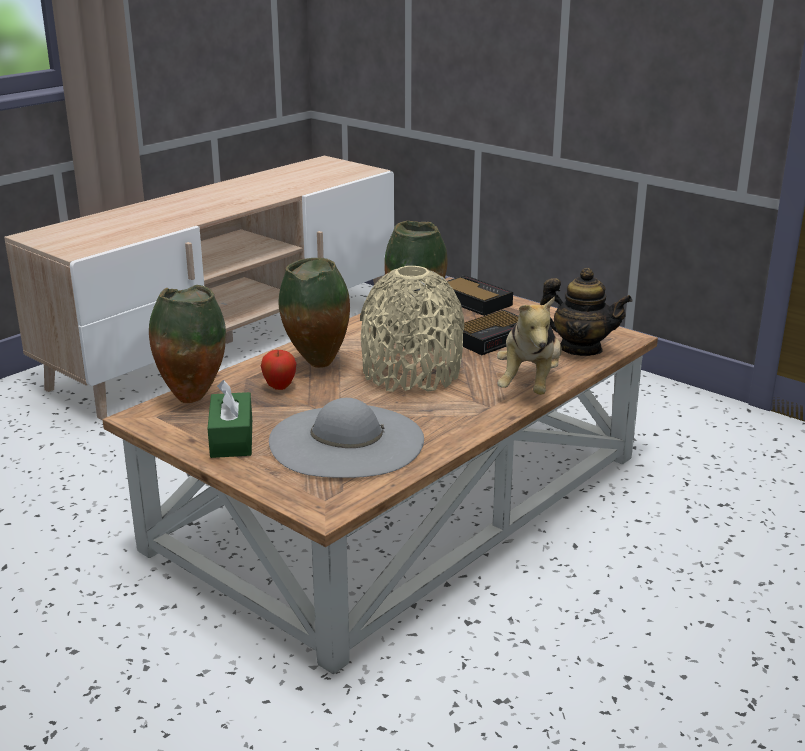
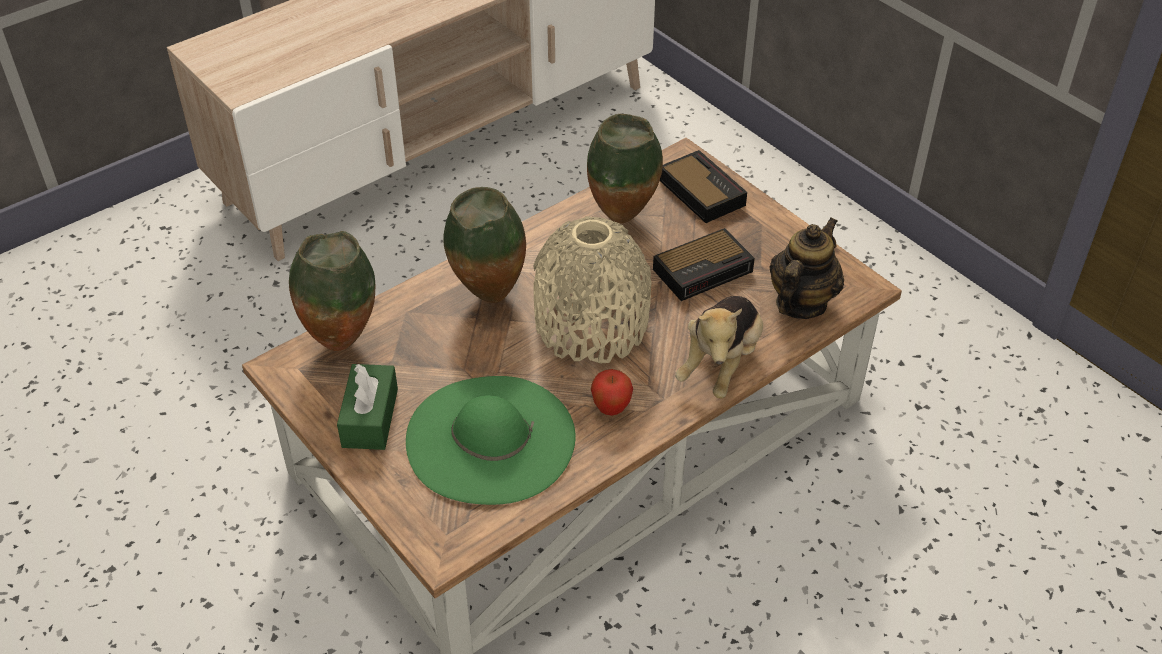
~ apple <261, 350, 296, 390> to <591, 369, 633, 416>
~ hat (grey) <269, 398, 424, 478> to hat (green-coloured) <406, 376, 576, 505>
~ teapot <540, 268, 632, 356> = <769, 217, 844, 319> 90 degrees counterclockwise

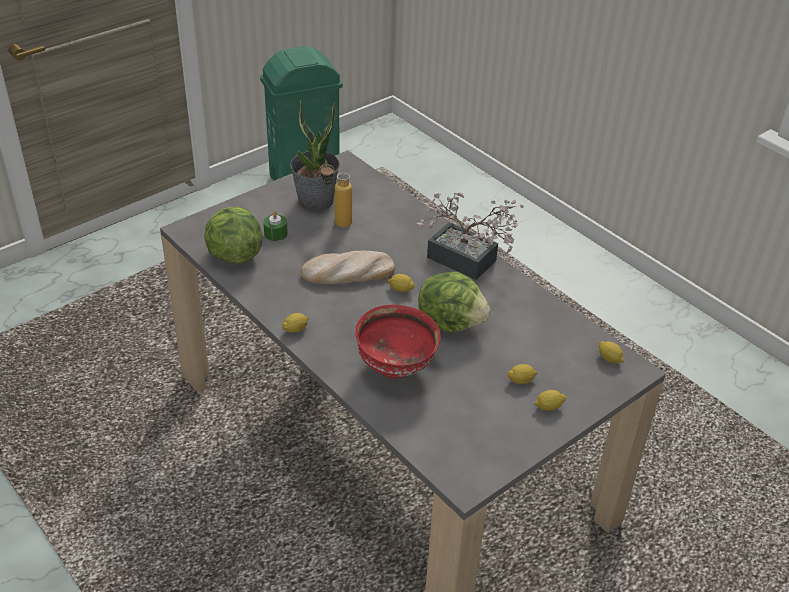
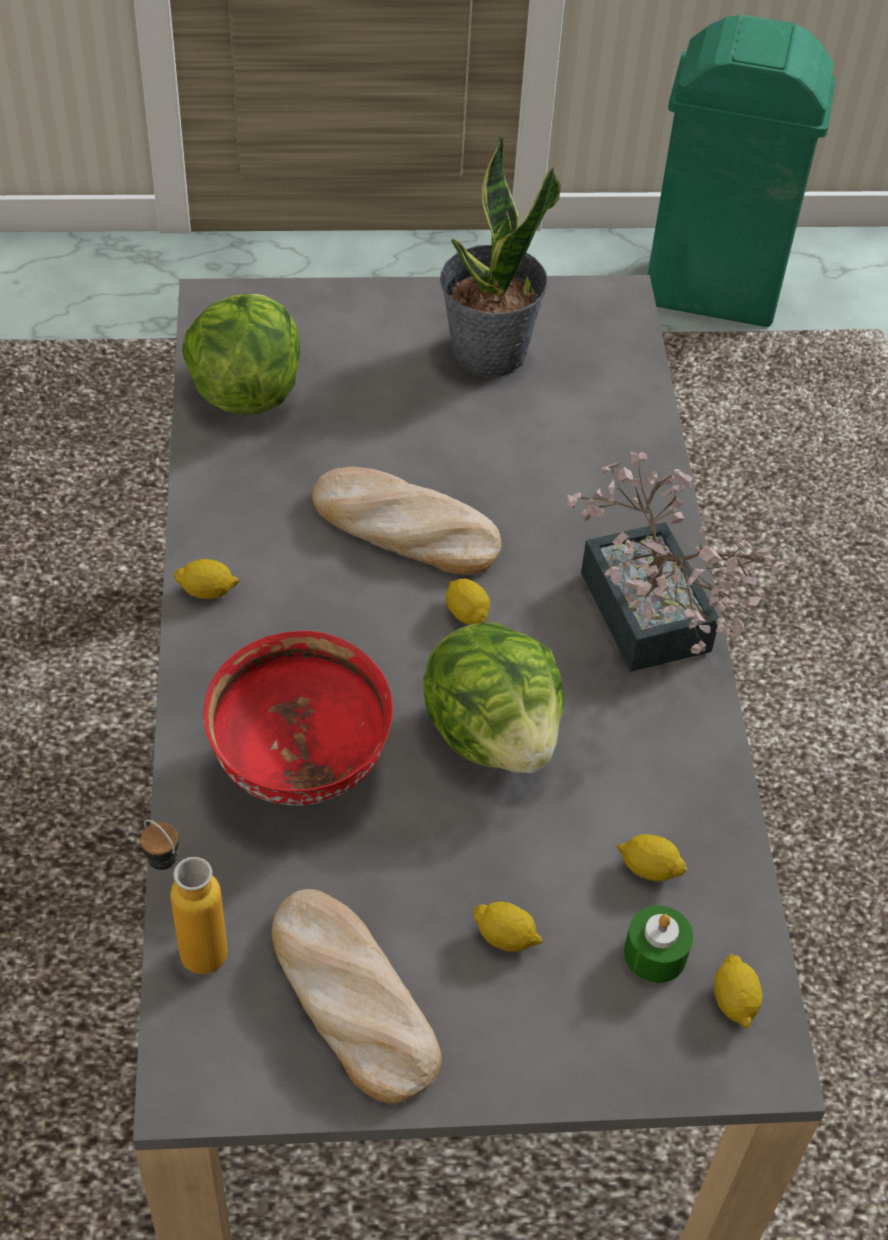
~ wax light (green-coloured) <263, 211, 288, 241> to <624, 906, 693, 983>
~ bottle <320, 164, 352, 228> to <141, 819, 228, 974>
~ whole lemon <534, 390, 567, 411> to <617, 834, 688, 881>
+ bread <272, 889, 442, 1104>

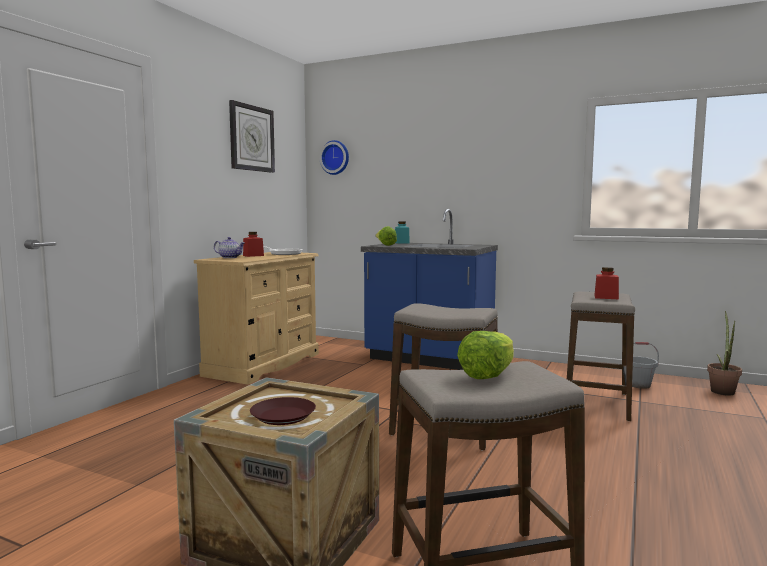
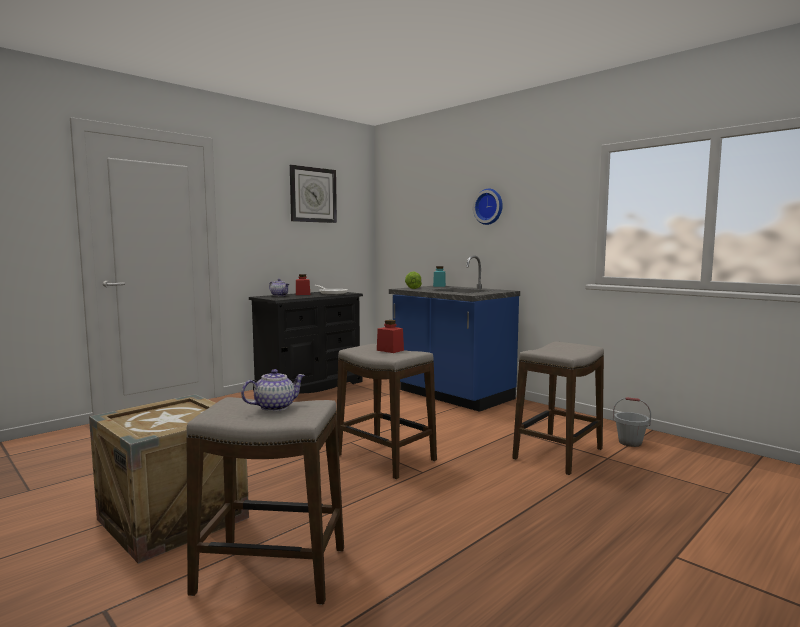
~ dresser (sand-coloured) <194, 252, 319, 385> to dresser (black) <249, 292, 363, 394>
- flat dish (brown) <250, 397, 316, 425>
~ wall clock <319, 140, 349, 175> to <473, 189, 503, 225>
~ head of lettuce <457, 331, 514, 379> to teapot <241, 369, 305, 411>
~ jar (red) <594, 267, 619, 299> to <377, 320, 404, 353>
- houseplant <707, 311, 742, 396>

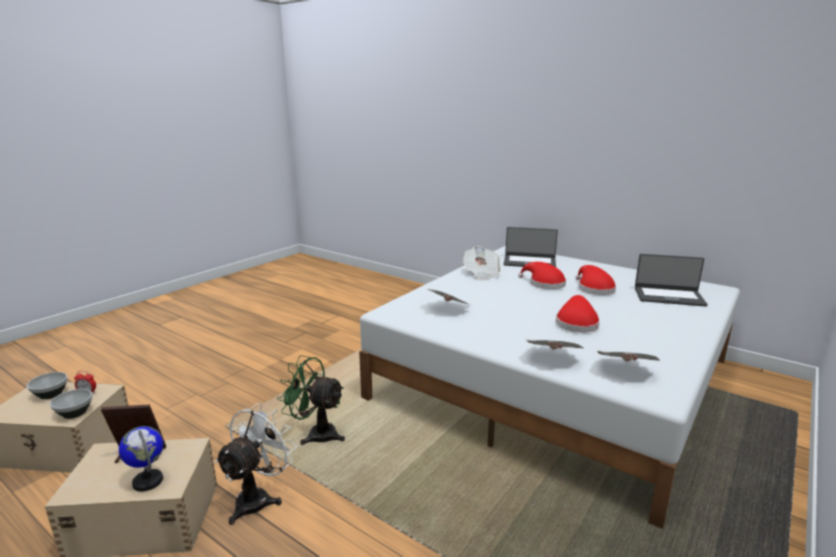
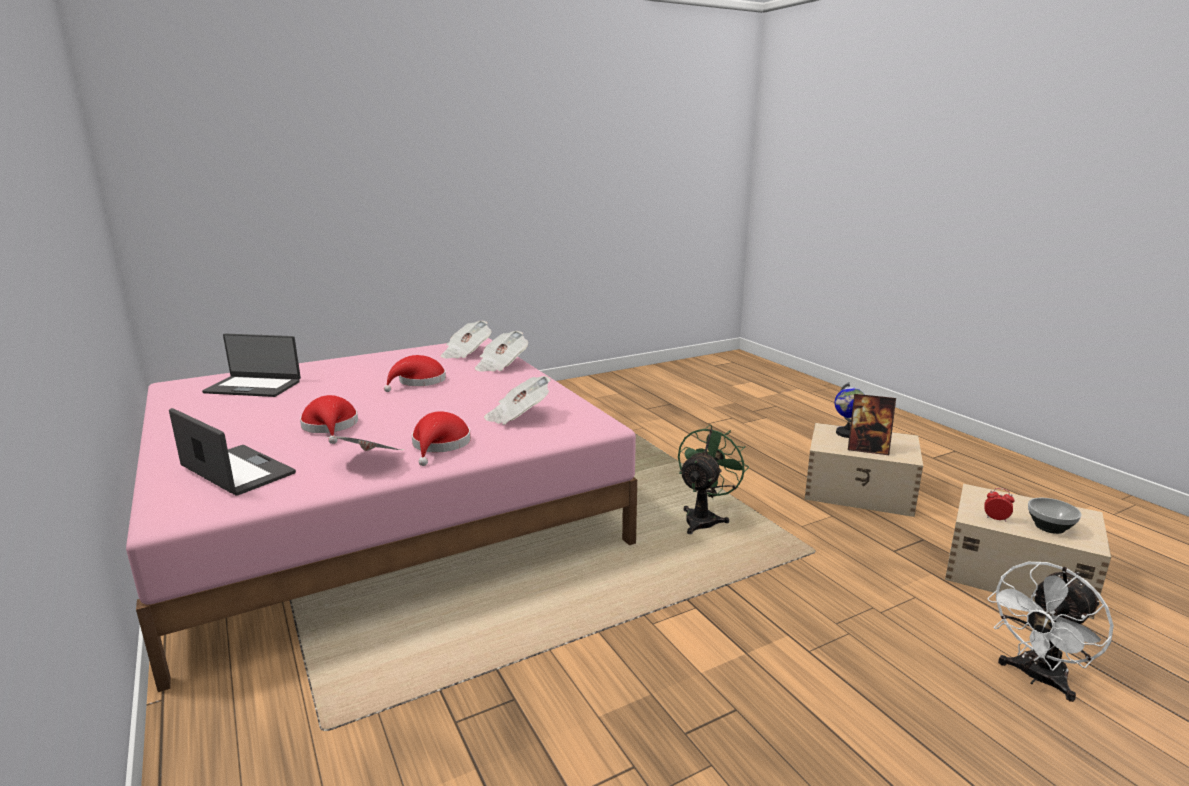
- bowl <50, 389, 92, 419>
~ cooling fan (whitish) <215, 403, 297, 525> to <987, 562, 1114, 702>
~ cooling fan (green-coloured) <277, 355, 345, 445> = <678, 424, 749, 534> 105 degrees counterclockwise
~ bed (whitish) <359, 246, 740, 529> to bed (pink) <126, 338, 637, 692>
~ hat (red) <575, 265, 616, 295> to <412, 411, 471, 466>
~ laptop <635, 254, 708, 306> = <202, 334, 301, 397> 150 degrees clockwise

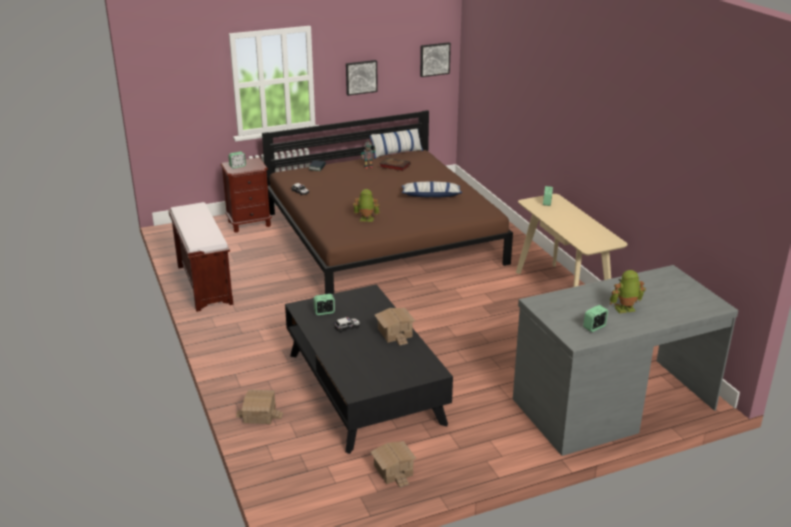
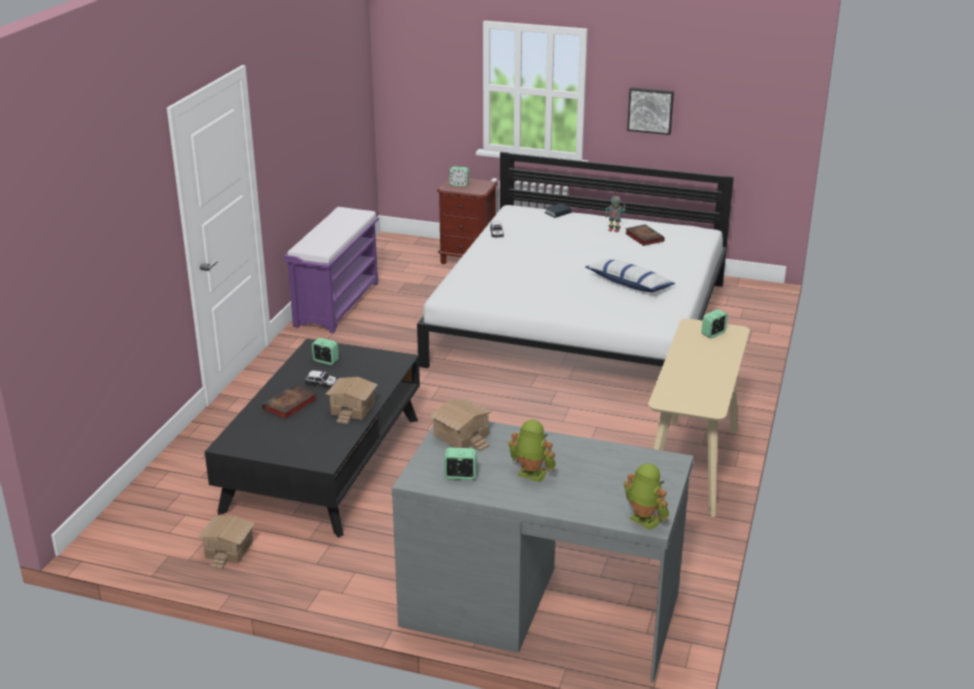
~ bench (brown) <168, 202, 233, 312> to bench (purple) <284, 207, 379, 333>
~ model house <236, 390, 283, 424> to <430, 398, 492, 451>
~ bed (brown) <262, 110, 513, 294> to bed (whitish) <417, 152, 734, 368>
~ model robot <353, 189, 379, 222> to <624, 463, 669, 530>
- cushion <370, 129, 423, 159>
- picture <420, 42, 451, 77>
+ bound book <262, 385, 317, 420>

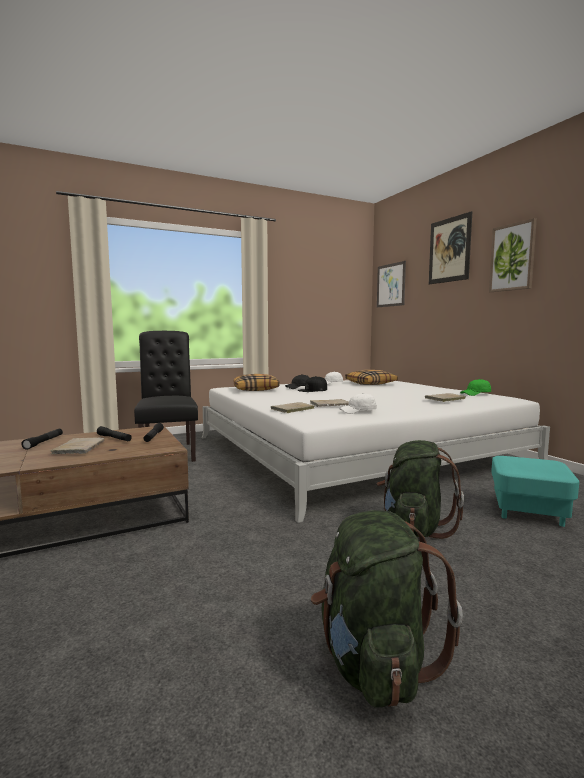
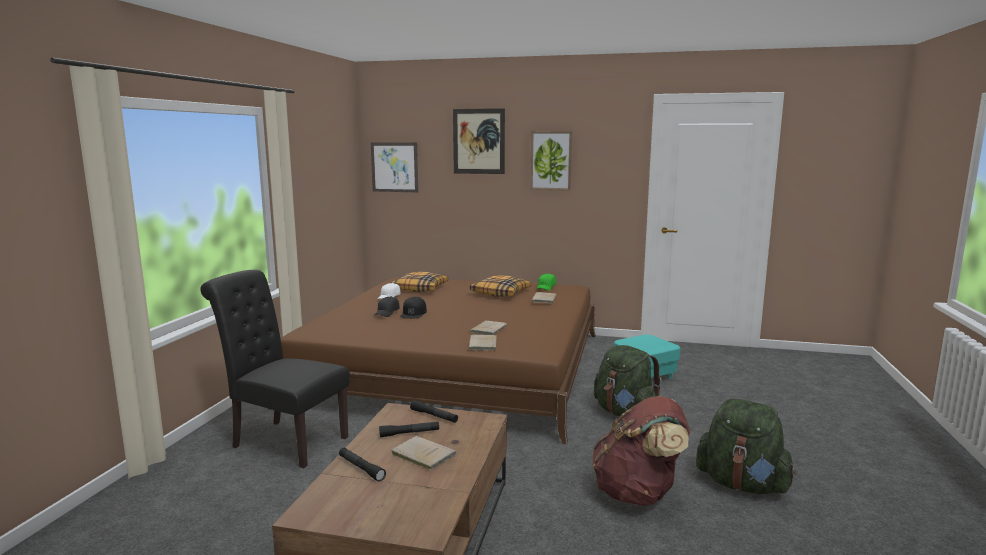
~ bed (whitish) <202, 380, 550, 523> to bed (brown) <267, 278, 596, 444>
~ cushion <234, 374, 280, 391> to <470, 275, 531, 297>
- peaked cap (whitish) <339, 393, 377, 414>
+ backpack (brown) <592, 396, 690, 506>

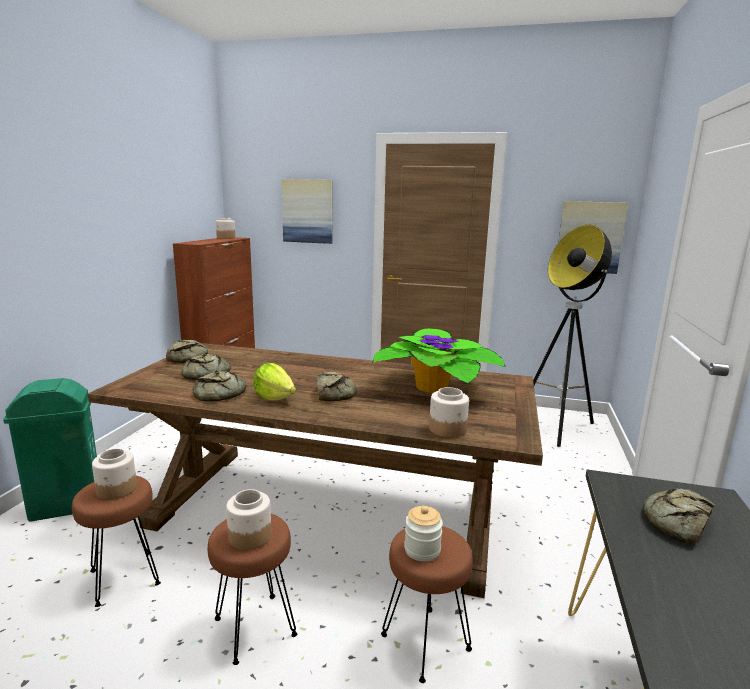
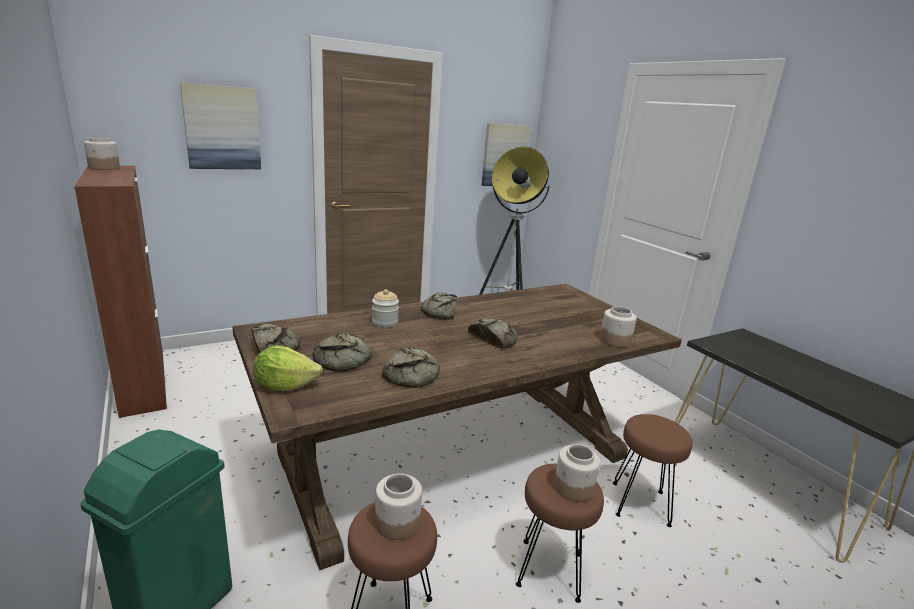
~ head of lettuce <254, 363, 296, 401> to <253, 345, 323, 391>
- houseplant <372, 328, 506, 393>
~ jar <404, 506, 443, 562> to <372, 289, 399, 328>
~ bread <643, 488, 715, 545> to <421, 292, 457, 320>

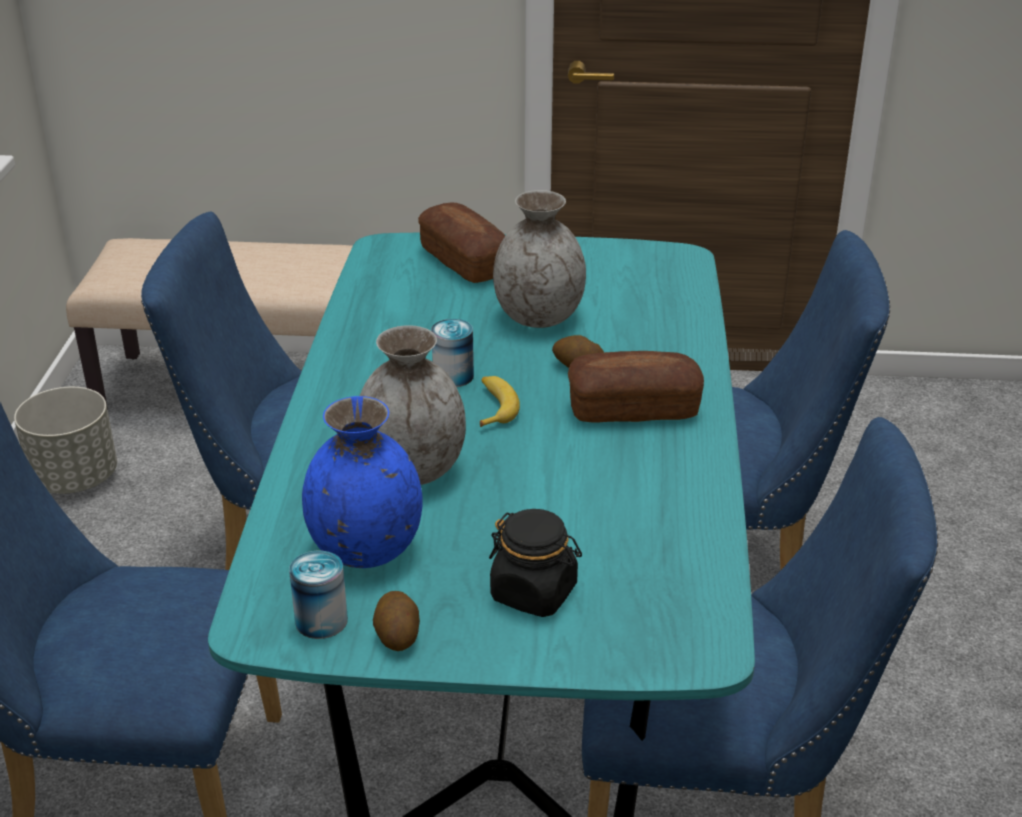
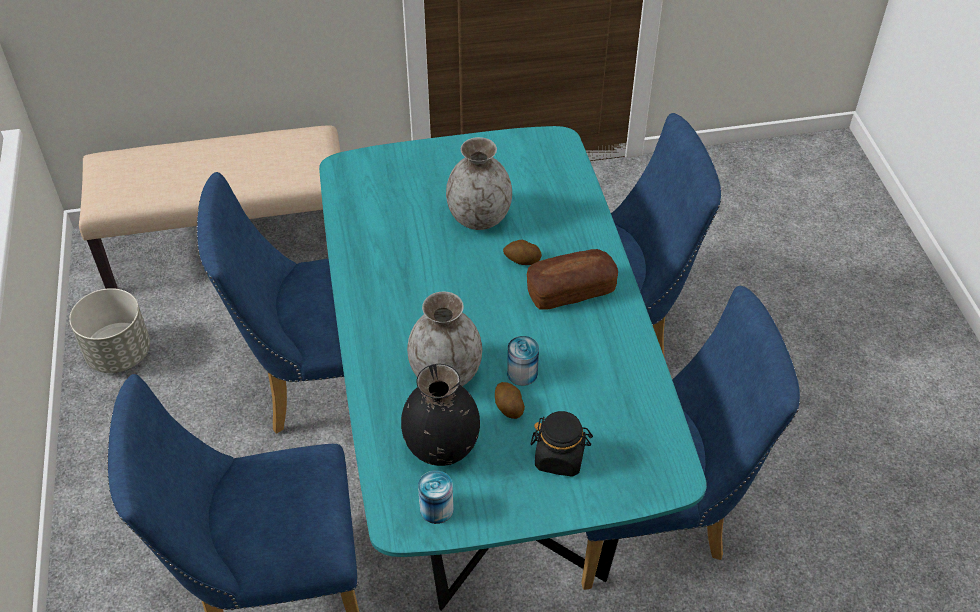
~ flower vase (bluish) <302, 396, 423, 568> to flower vase (black) <401, 364, 480, 466>
~ potato <373, 591, 420, 651> to <495, 382, 525, 419>
- bread <418, 202, 506, 283>
~ metal can <431, 319, 474, 387> to <507, 336, 539, 386>
- whole banana <480, 376, 520, 427>

